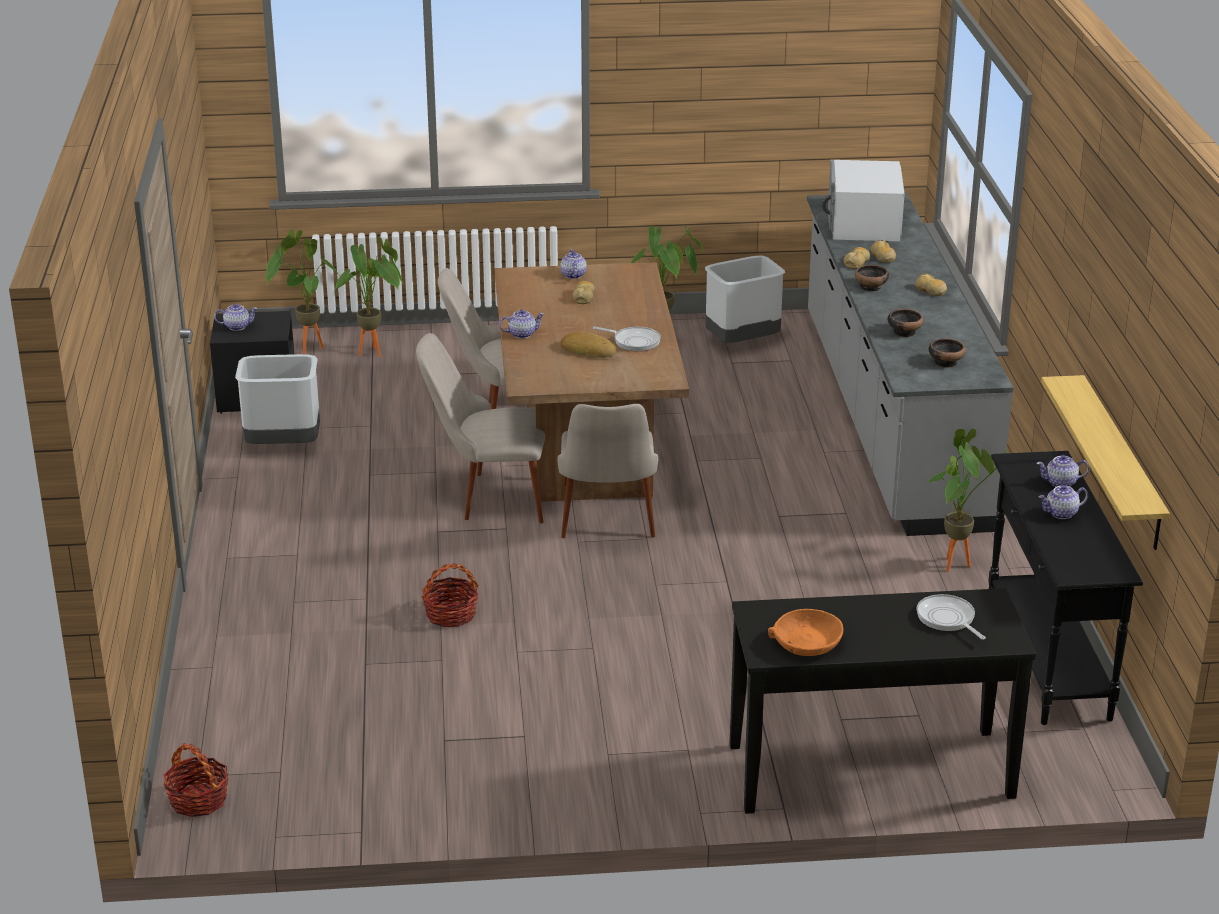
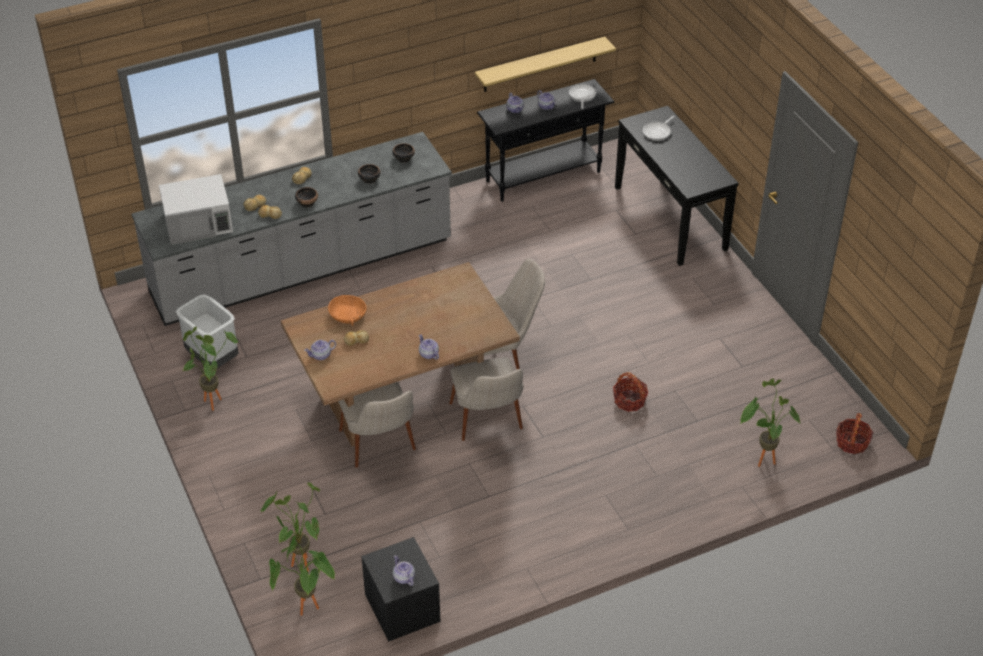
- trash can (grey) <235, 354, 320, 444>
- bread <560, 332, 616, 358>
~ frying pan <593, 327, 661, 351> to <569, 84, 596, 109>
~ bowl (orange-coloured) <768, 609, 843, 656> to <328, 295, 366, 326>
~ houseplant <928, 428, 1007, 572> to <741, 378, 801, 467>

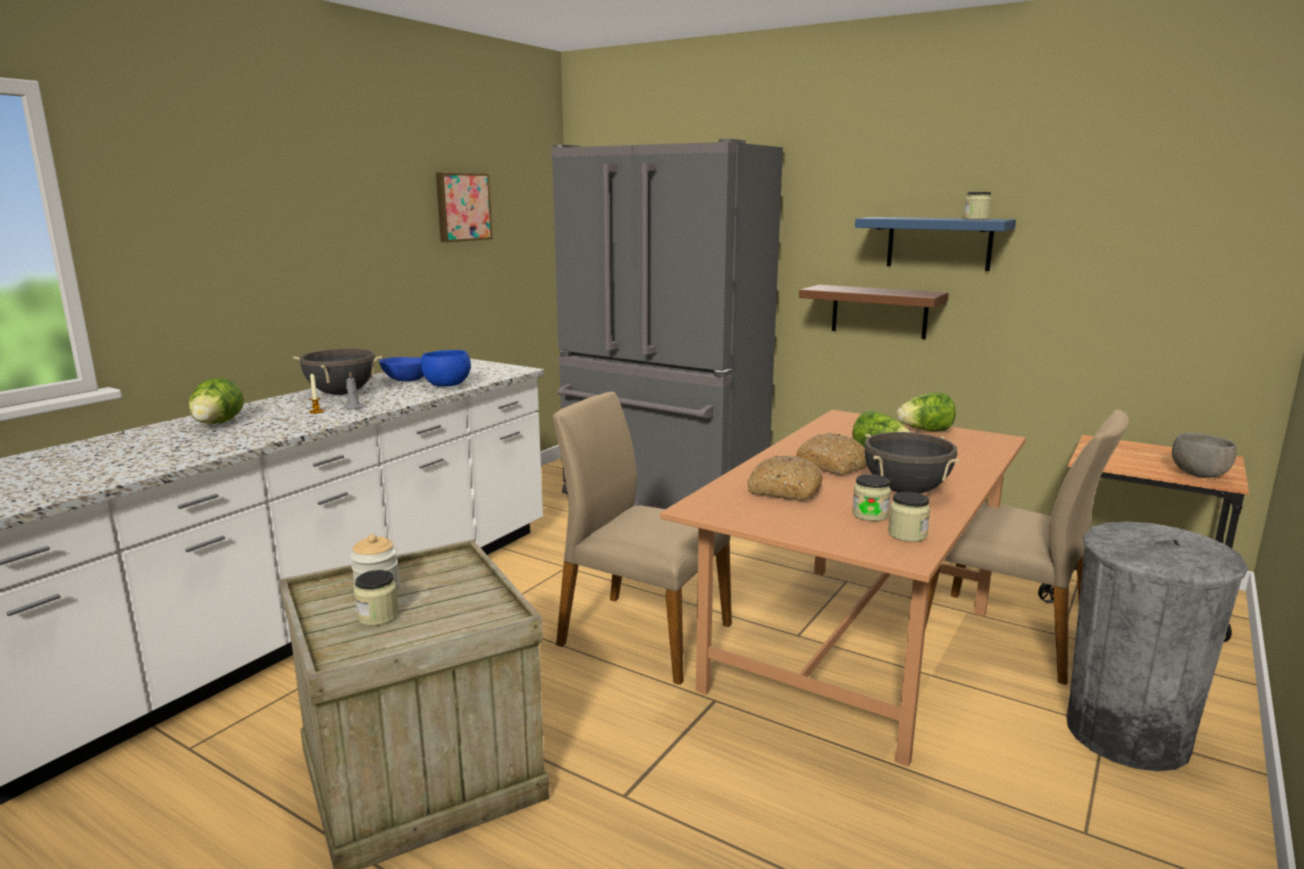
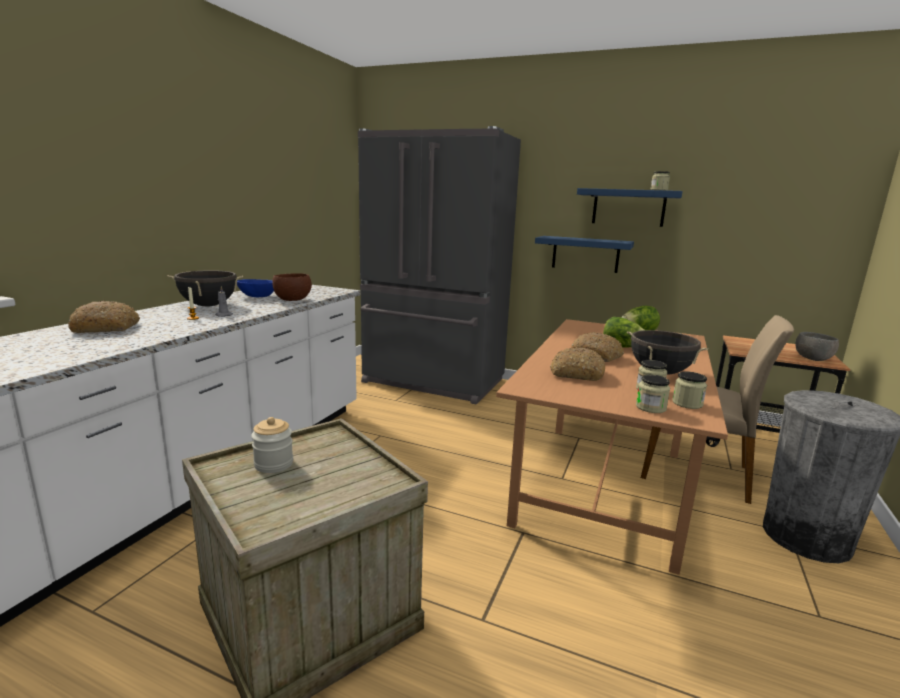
~ head of lettuce <188, 378, 244, 424> to bread <68, 300, 140, 333>
~ jar <354, 570, 399, 626> to <636, 374, 670, 413>
~ bowl (bluish) <421, 350, 471, 387> to bowl (brown) <272, 273, 312, 301>
- picture <436, 172, 493, 242>
- plain chair (sand-coloured) <553, 392, 732, 685>
~ shelf (brown) <799, 285, 949, 339> to shelf (bluish) <535, 236, 634, 273>

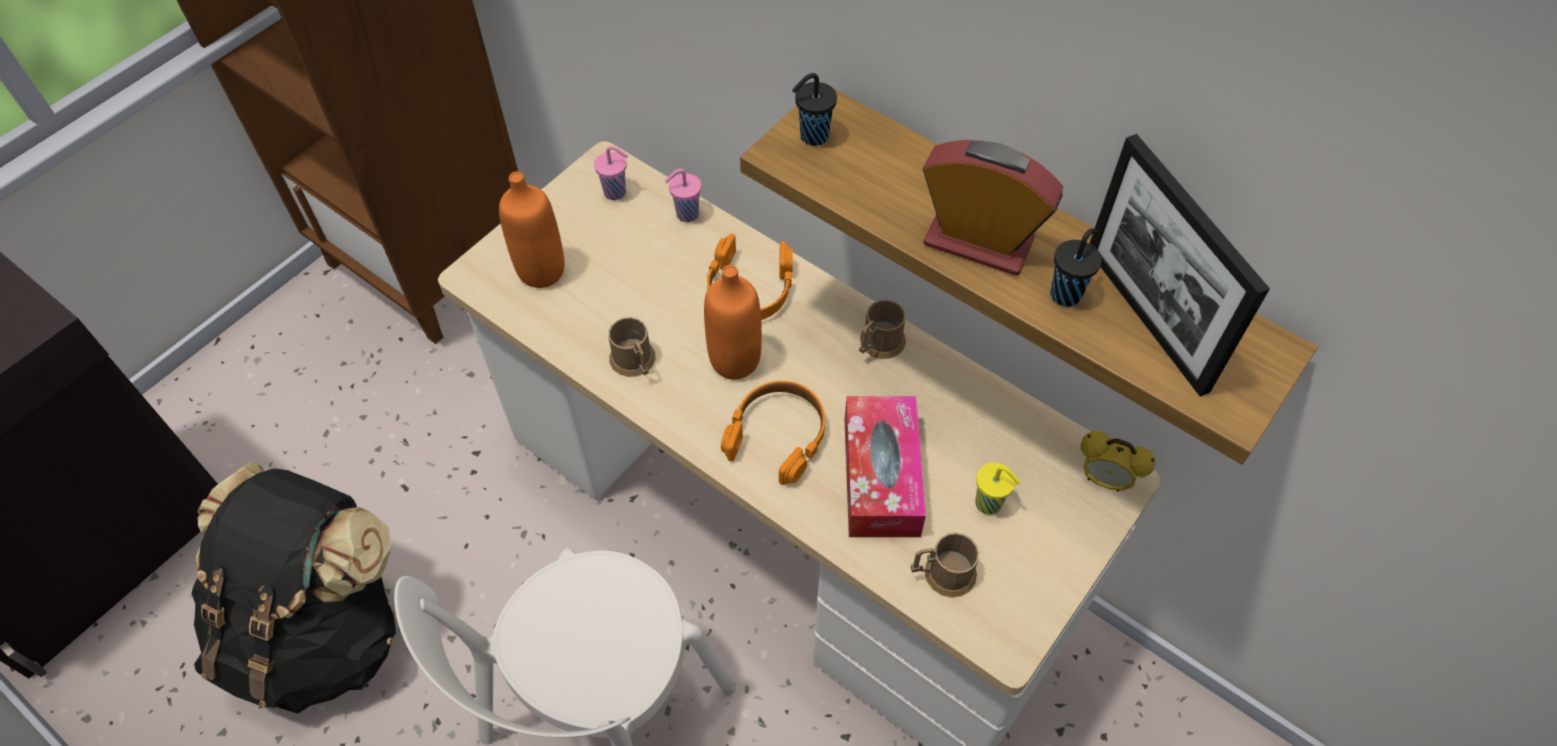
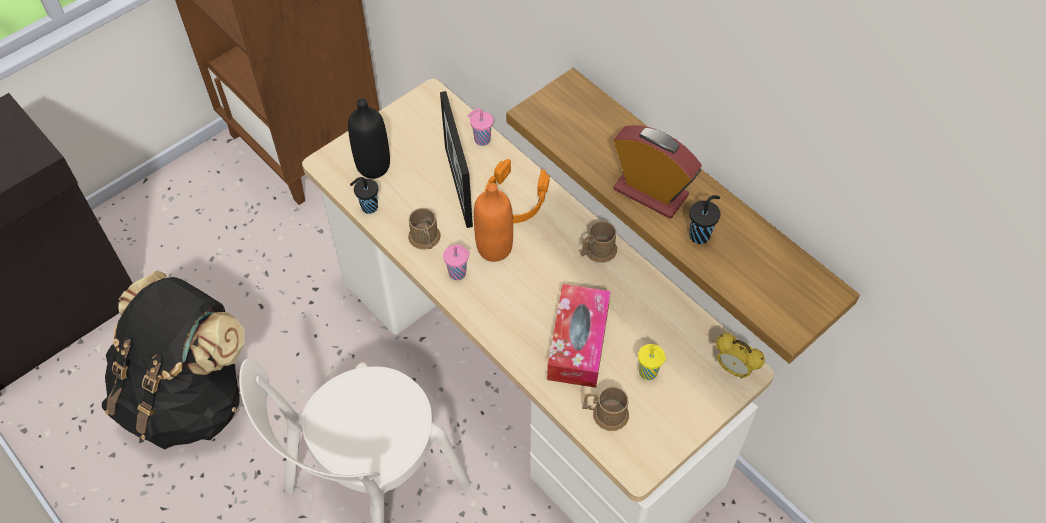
~ bottle (orange-coloured) <499, 171, 565, 288> to bottle (black) <348, 98, 390, 179>
~ drinking cup (pink) <594, 146, 628, 200> to <443, 244, 470, 280>
- pair of headphones (orange-coloured) <721, 381, 825, 485>
~ drinking cup (black) <792, 73, 837, 146> to <350, 177, 378, 214>
~ picture frame <1090, 134, 1270, 397> to <440, 91, 473, 228>

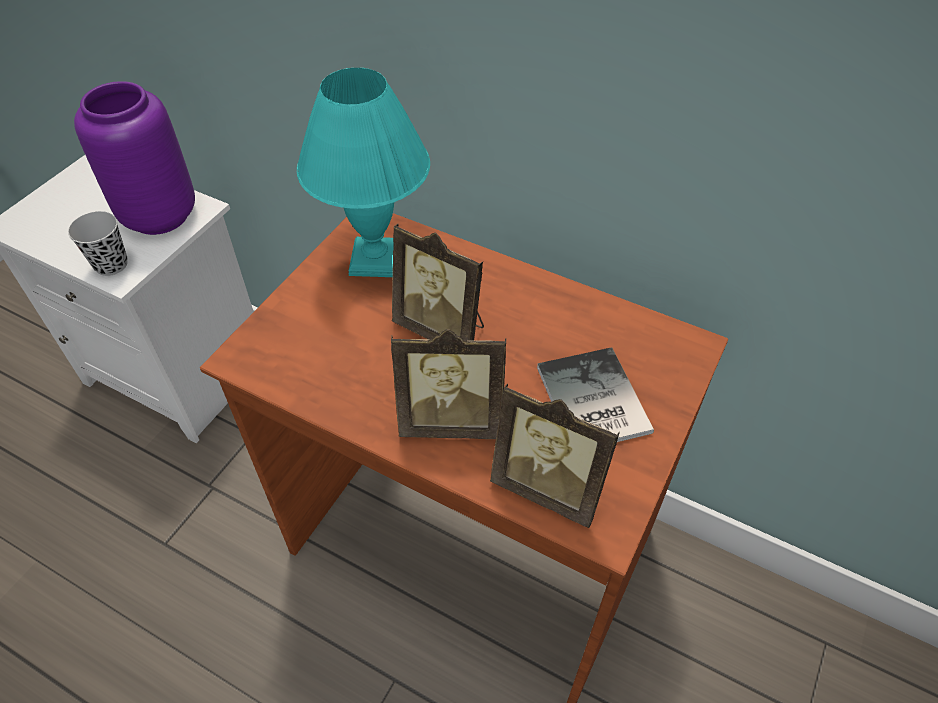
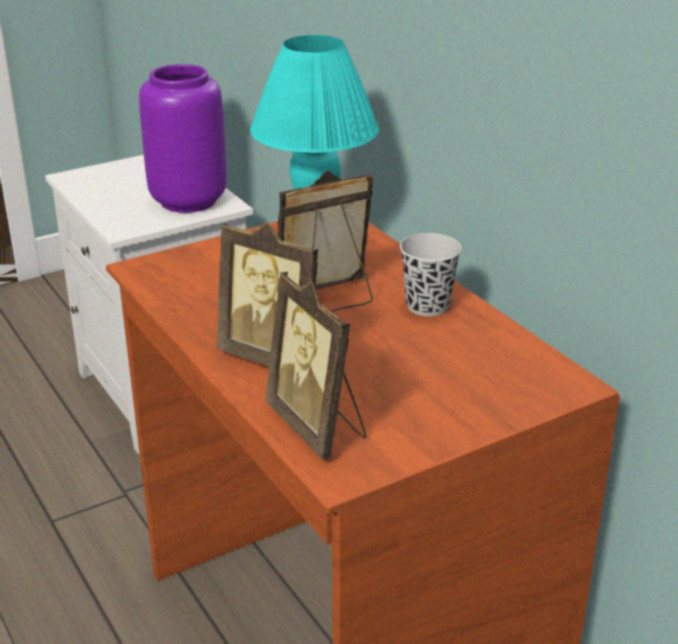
~ drinking cup (black) <68, 211, 127, 276> to <400, 233, 462, 316>
~ picture frame <392, 224, 484, 340> = <278, 170, 374, 312> 90 degrees clockwise
- bound book <537, 347, 654, 442>

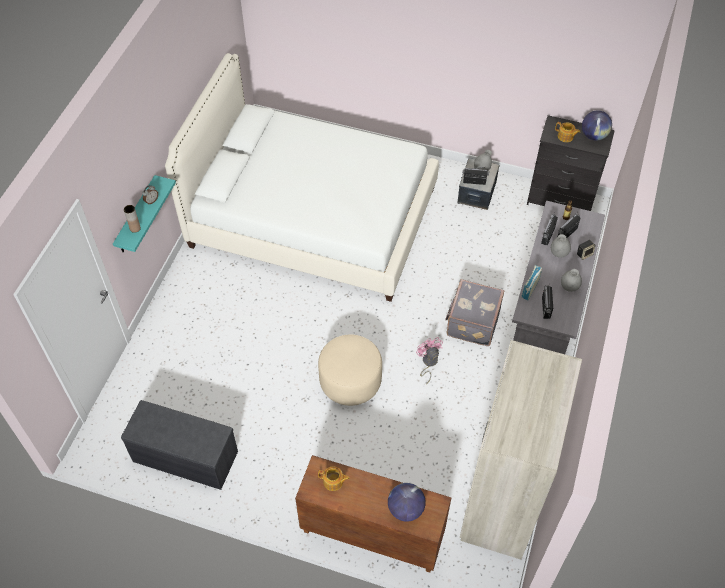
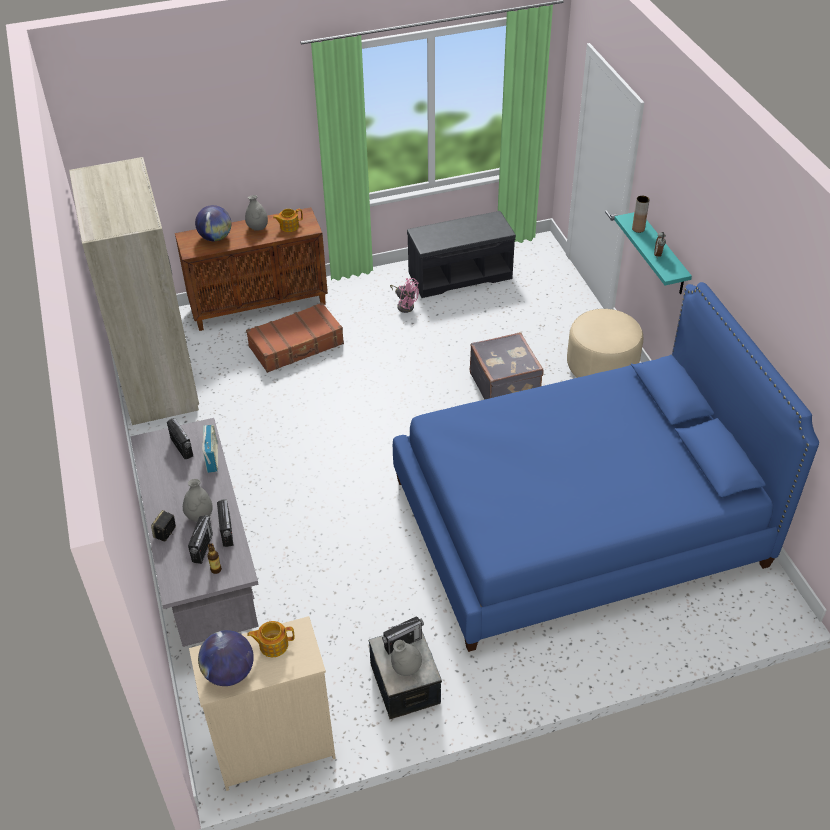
~ bed (whitish) <165, 53, 439, 302> to bed (bluish) <393, 282, 819, 652>
~ pouffe (sand-coloured) <318, 334, 382, 406> to <567, 309, 643, 378>
~ cooling fan (pink) <416, 337, 443, 384> to <390, 278, 419, 313>
~ piece of luggage (grey) <445, 279, 504, 346> to <470, 332, 544, 400>
~ dresser (black) <527, 115, 615, 211> to dresser (sand-coloured) <189, 616, 336, 791>
~ flower vase (grey) <561, 269, 582, 292> to <245, 195, 268, 231>
+ piece of luggage (brown) <246, 302, 344, 373>

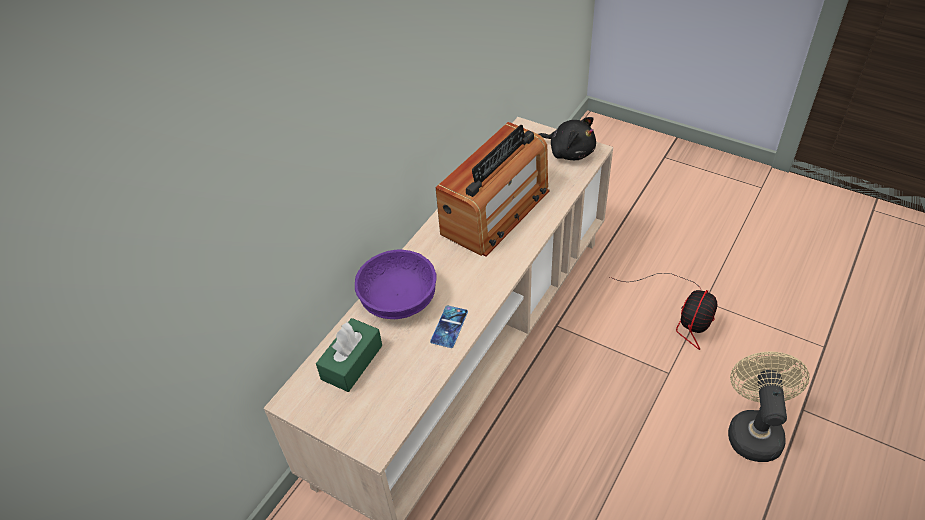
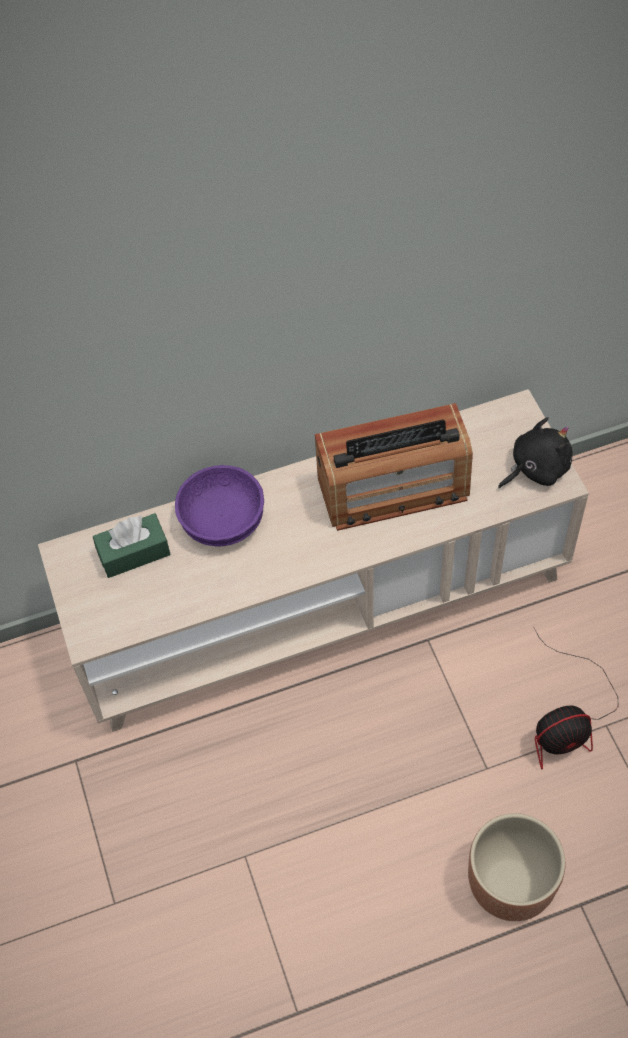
- phone <430, 305, 468, 348>
~ plush toy (black) <539, 117, 596, 160> = <498, 417, 573, 488> 105 degrees counterclockwise
~ cooling fan (sand-coloured) <728, 352, 809, 462> to planter (brown) <468, 813, 566, 921>

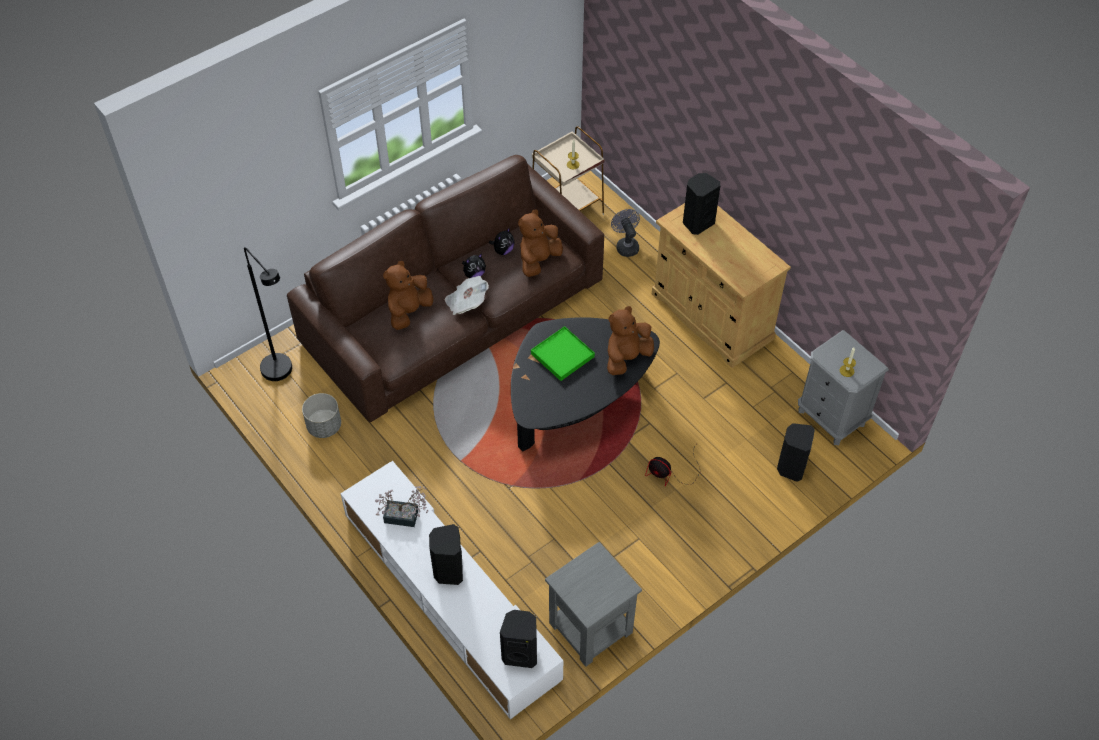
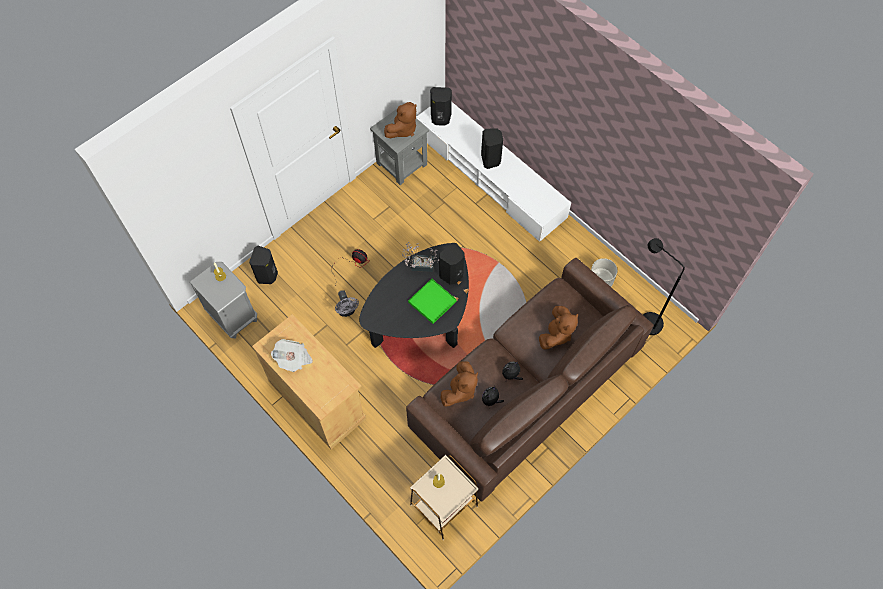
~ houseplant <375, 486, 428, 527> to <402, 242, 439, 272>
~ daily paper <445, 276, 489, 315> to <271, 339, 313, 372>
~ plush toy (brown) <607, 306, 654, 375> to <384, 102, 417, 138>
~ cooling fan (grey) <611, 209, 640, 257> to <335, 290, 359, 317>
~ loudspeaker (black) <683, 173, 720, 235> to <439, 243, 465, 285>

